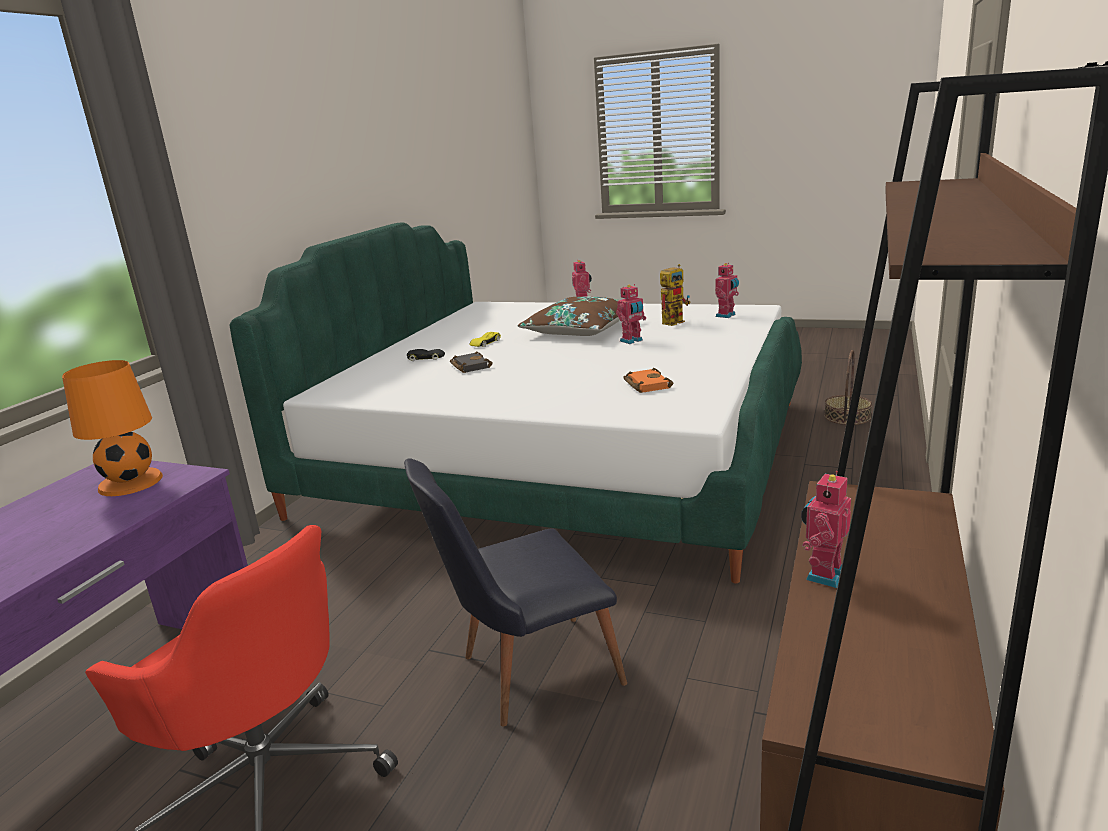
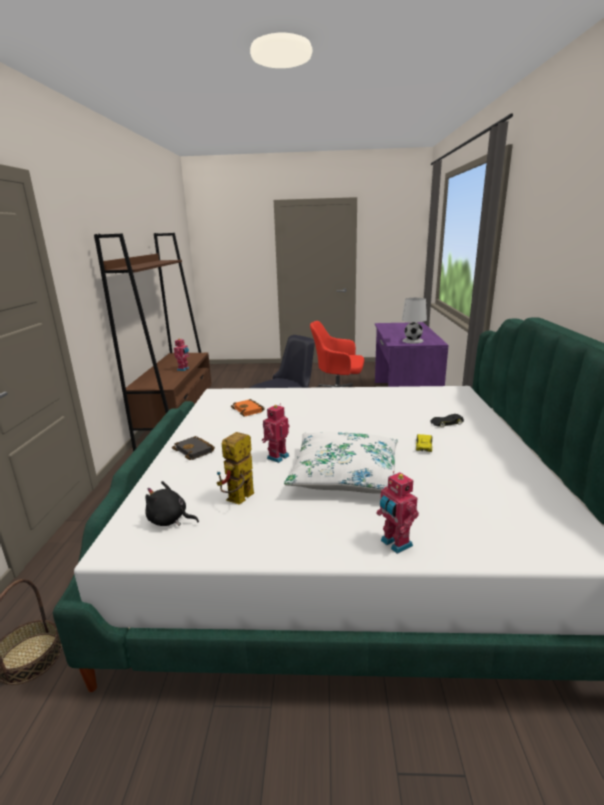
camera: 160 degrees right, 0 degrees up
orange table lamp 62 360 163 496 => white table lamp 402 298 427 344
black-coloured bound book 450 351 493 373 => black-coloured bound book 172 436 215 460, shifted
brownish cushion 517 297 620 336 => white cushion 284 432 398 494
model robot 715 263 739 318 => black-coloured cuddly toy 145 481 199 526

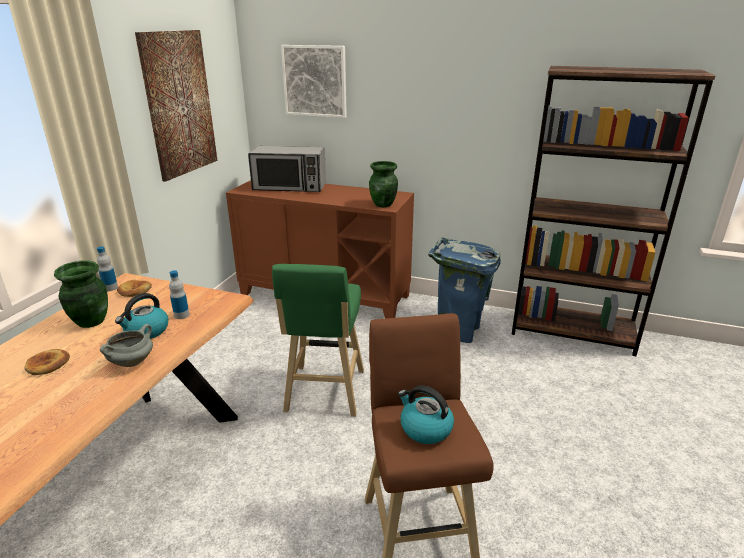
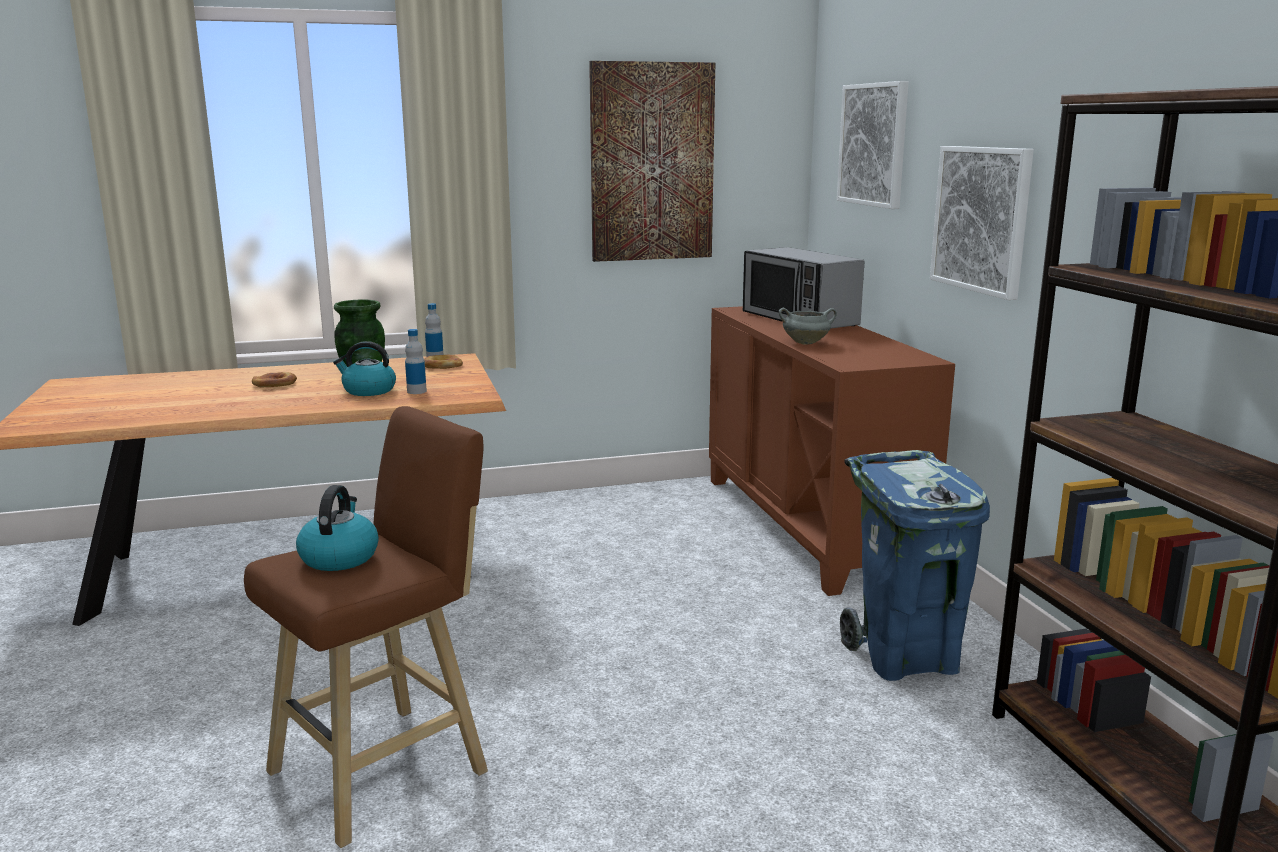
camera: 55 degrees right, 10 degrees down
grey cooking pot 100 324 153 367 => grey cooking pot 779 308 837 345, shifted
greenish stool 272 264 364 417 => nothing
greenish decorative vase 369 161 398 207 => nothing
nothing => wall picture 930 146 1034 300

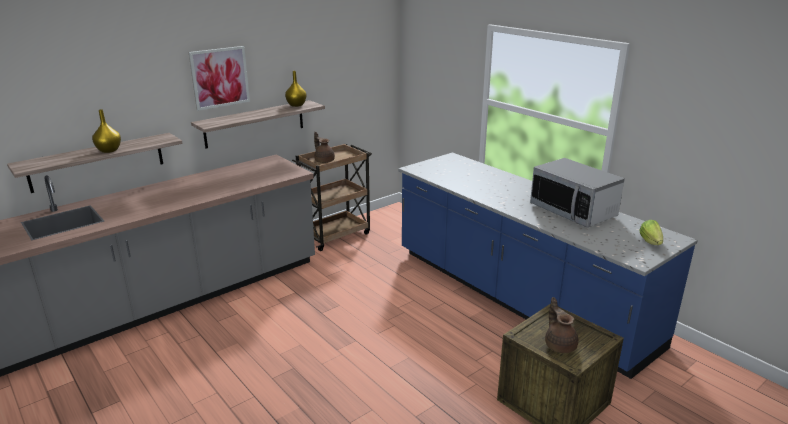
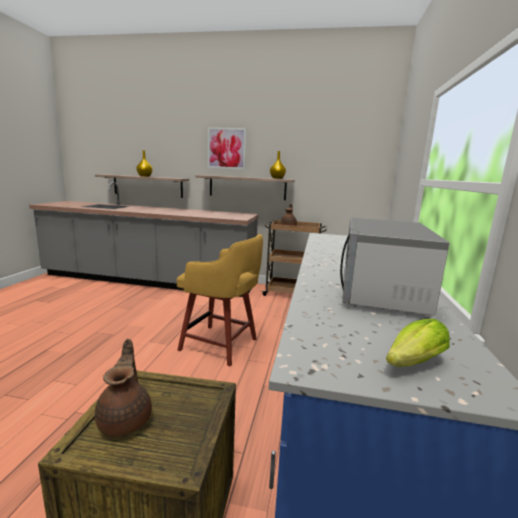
camera: 50 degrees right, 10 degrees down
brownish pot for tea 545 297 578 353 => brownish pot for tea 95 339 152 437, 45 degrees counterclockwise
nothing => yellow-coloured stool 177 234 263 366

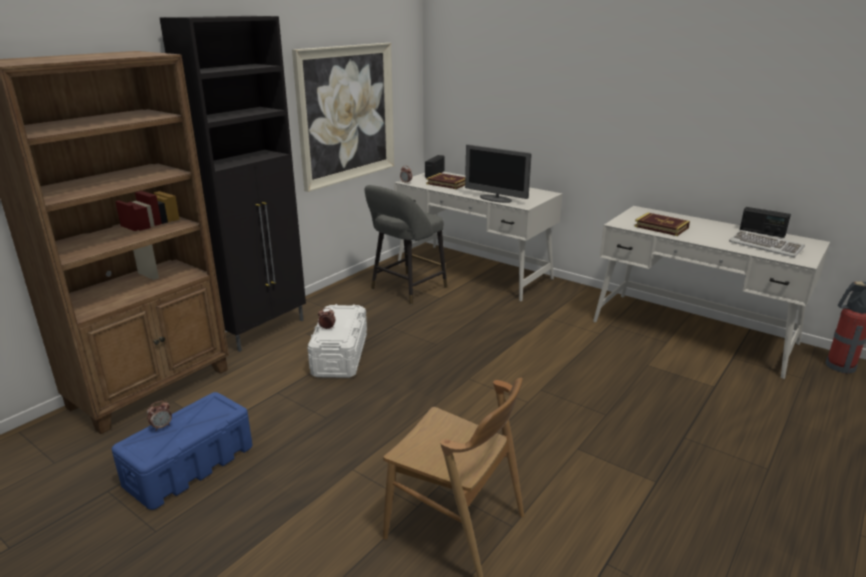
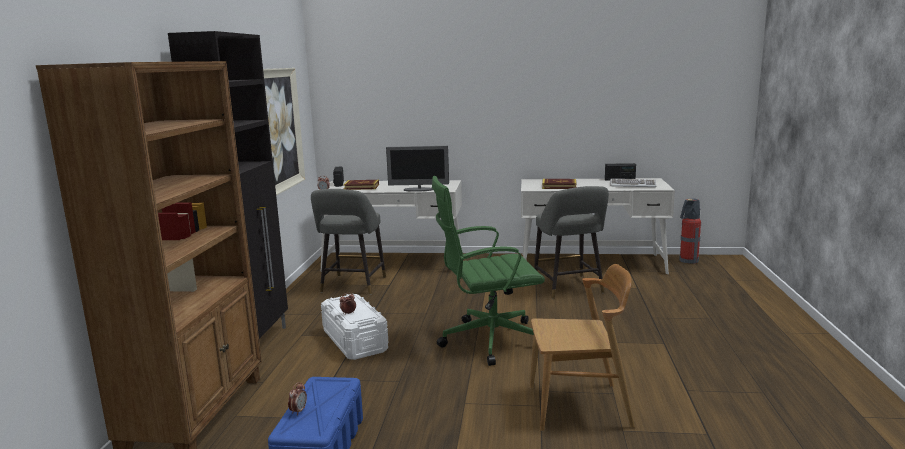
camera: 30 degrees left, 10 degrees down
nothing => greenish desk chair 432 176 545 366
nothing => grey stool 534 186 609 299

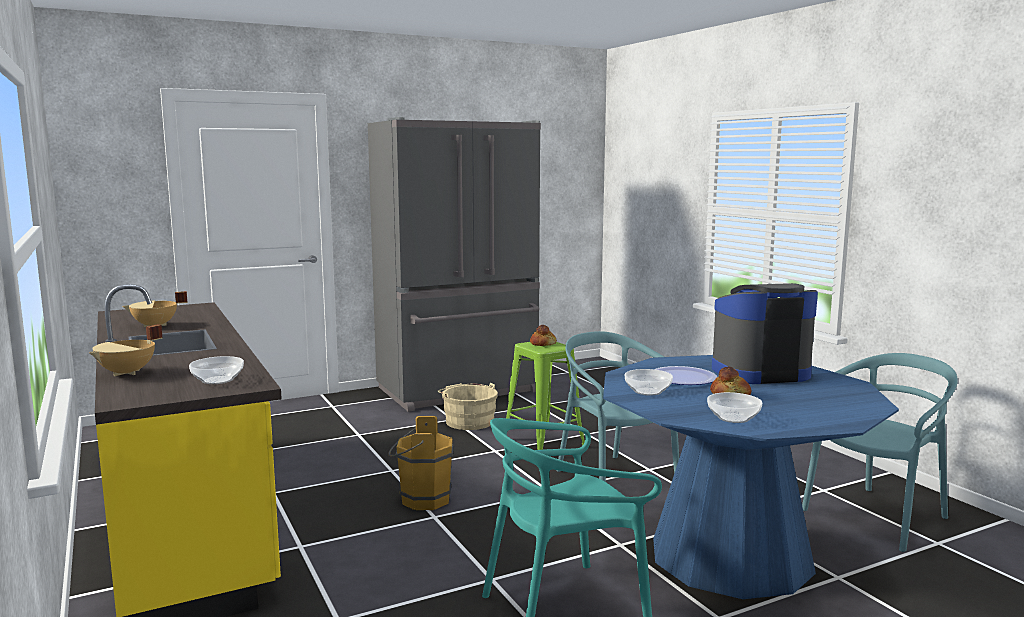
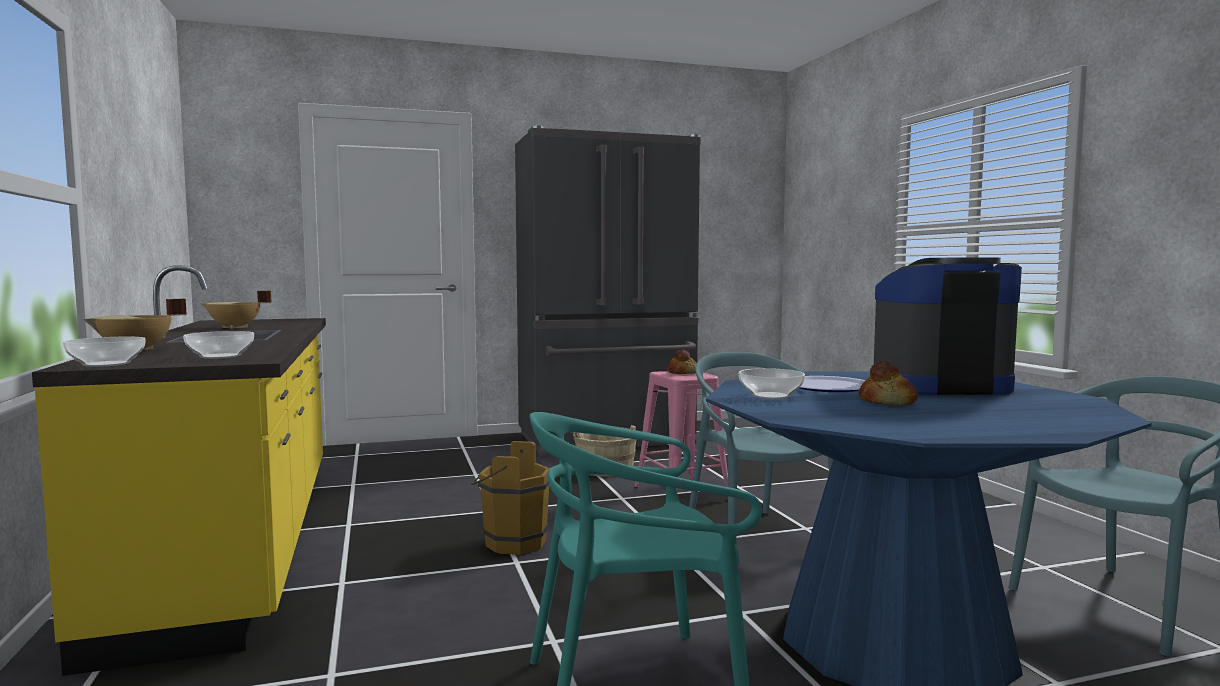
camera: 10 degrees right, 5 degrees down
greenish stool 506 342 585 450 => pinkish stool 634 371 728 490
deep dish 707 392 762 423 => deep dish 63 337 145 367, shifted

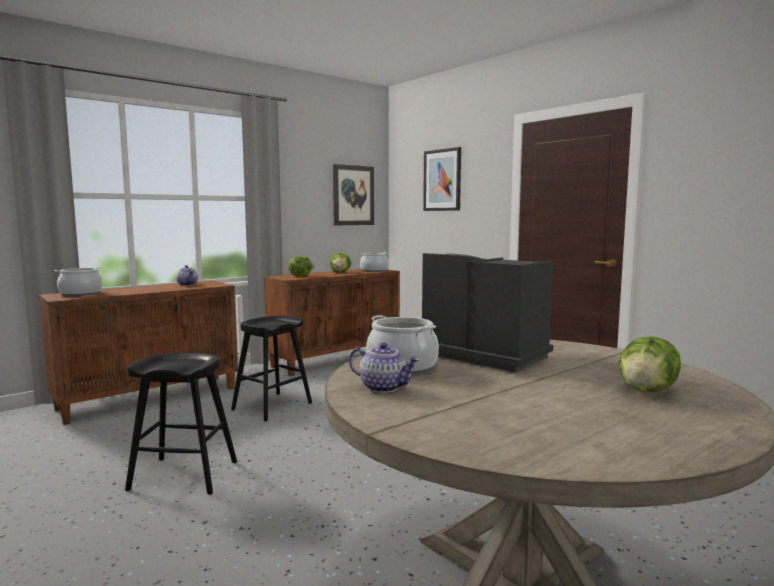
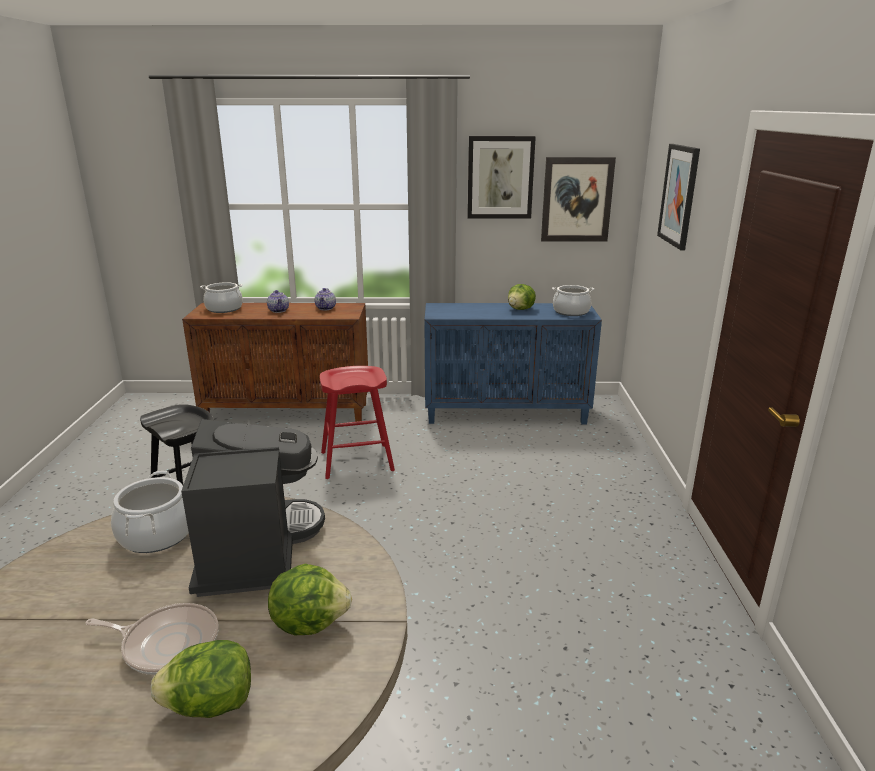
camera: 40 degrees right, 15 degrees up
black-coloured stool 231 316 312 422 => red-coloured stool 320 366 395 479
brownish cabinet 264 269 400 376 => bluish cabinet 424 303 602 424
lettuce 288 256 314 277 => lettuce 268 564 352 635, shifted
pot for tea 349 342 420 393 => pot for tea 267 290 289 313, shifted
nothing => skillet 85 603 219 675
nothing => wall picture 467 136 536 219

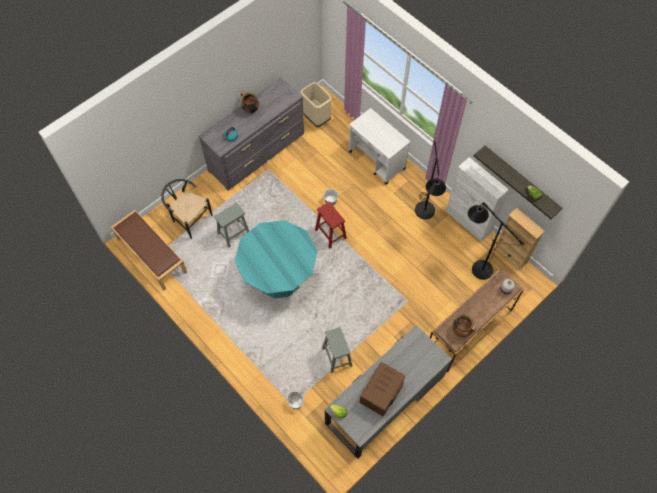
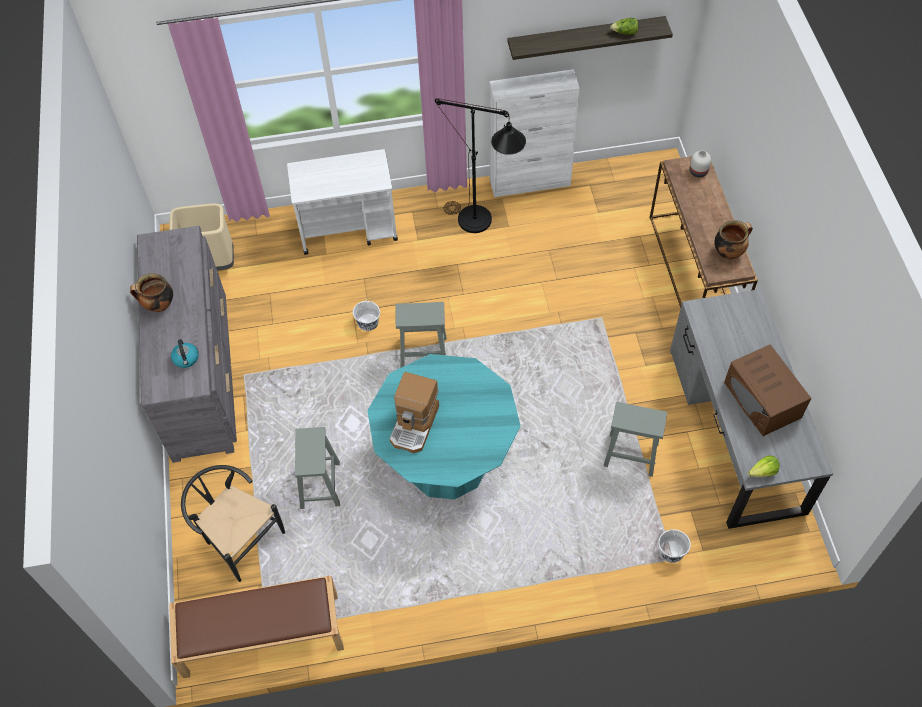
camera: 55 degrees left, 5 degrees down
black-coloured upright chair 161 179 213 239 => black-coloured upright chair 181 465 285 582, 60 degrees clockwise
red-coloured stool 315 202 347 248 => grey stool 396 302 446 367
black-coloured standard lamp 468 202 524 280 => nothing
sand-coloured bookshelf 495 208 545 270 => nothing
nothing => coffee machine 390 372 439 453

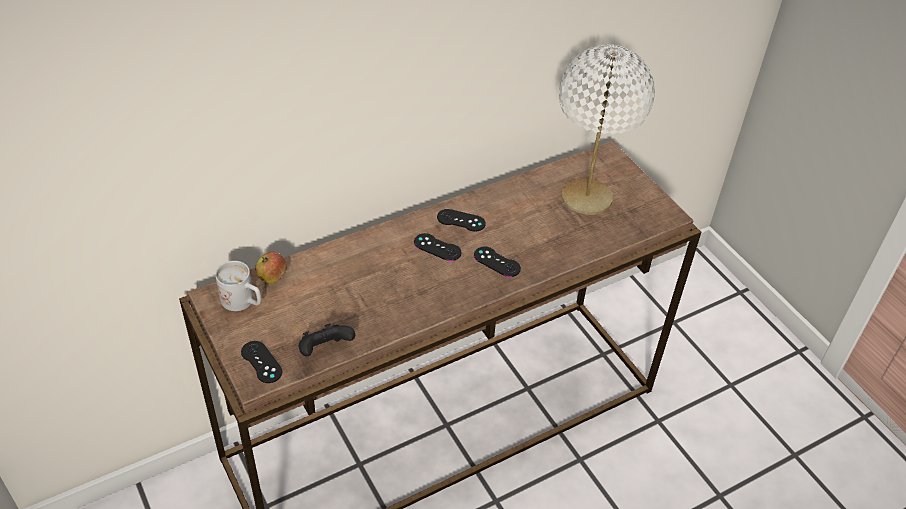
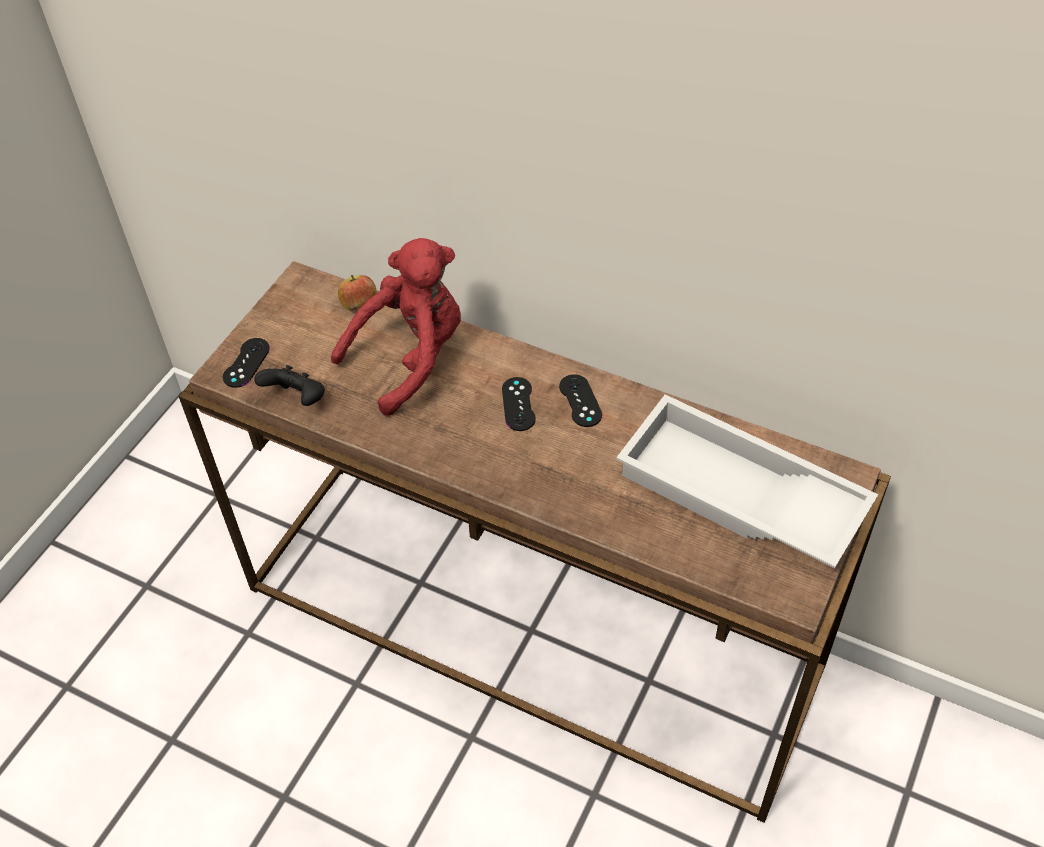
camera: 60 degrees right, 5 degrees up
white coffee mug 215 261 261 311 => nothing
black-coloured game controller 474 247 521 277 => nothing
white table lamp 559 44 655 214 => white carrying tray 616 394 878 568
nothing => red-coloured cuddly toy 331 238 461 416

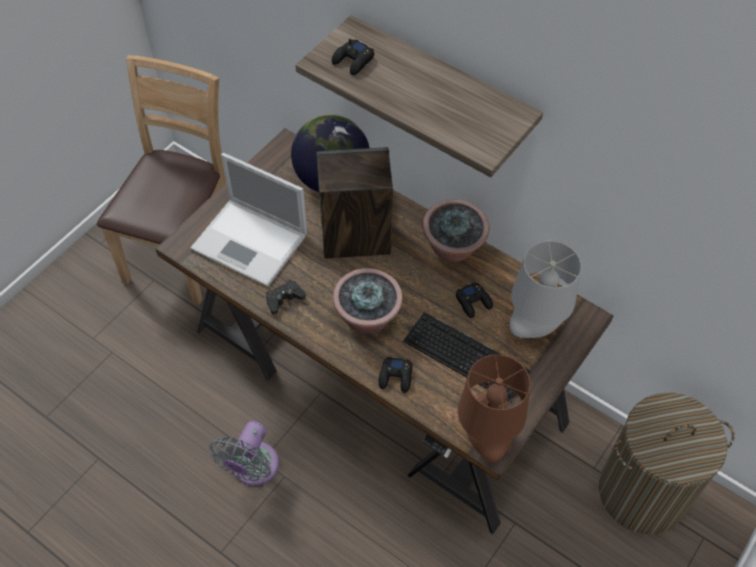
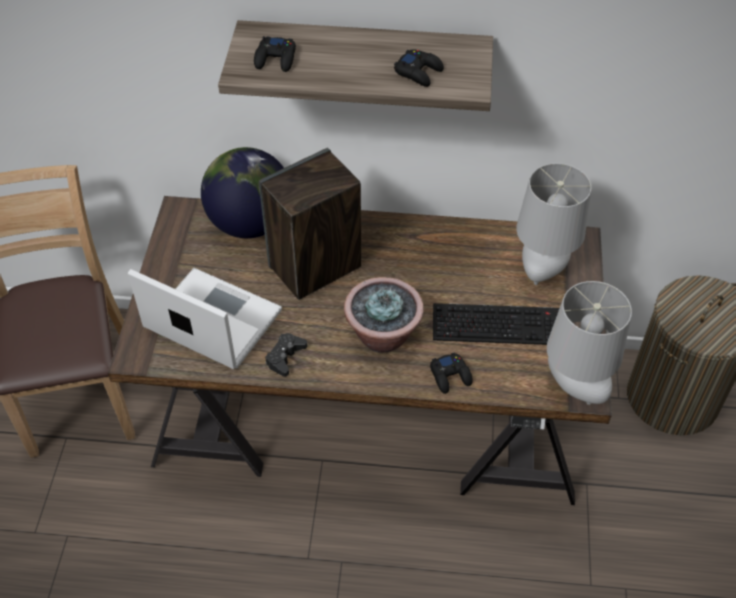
camera: 30 degrees left, 5 degrees down
notebook computer 190 153 307 287 => notebook computer 128 268 282 369, 150 degrees counterclockwise
grey cooling fan 210 421 279 486 => nothing
potted plant 423 199 489 263 => nothing
black-coloured game controller 456 282 493 318 => black-coloured game controller 394 49 444 87, shifted
brownish table lamp 458 354 531 462 => grey table lamp 547 281 632 405

